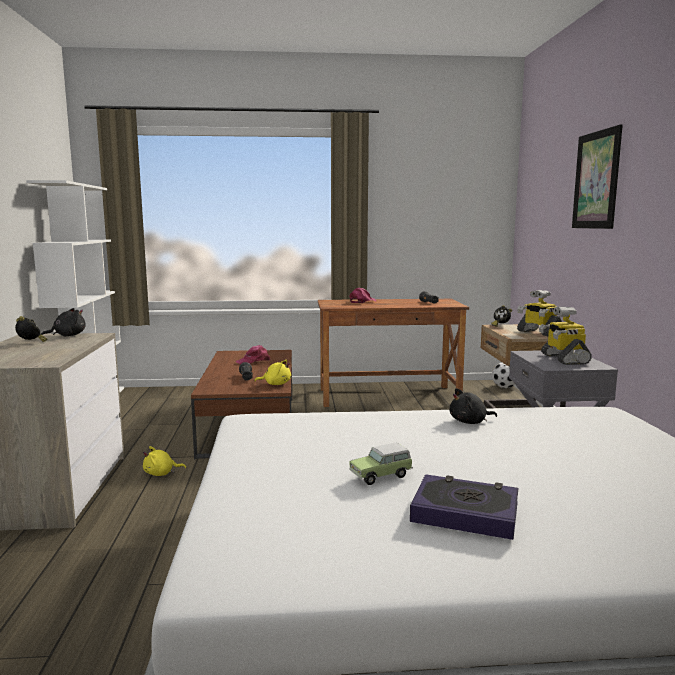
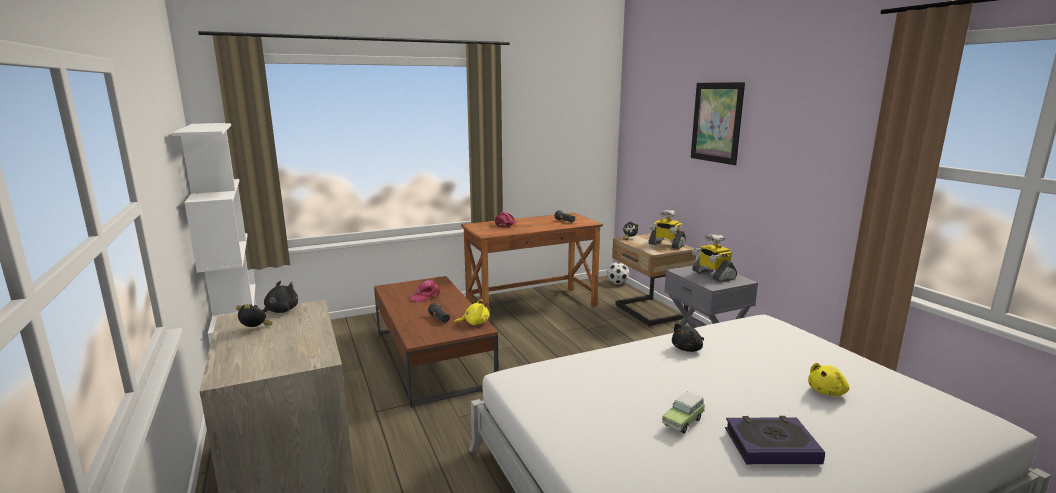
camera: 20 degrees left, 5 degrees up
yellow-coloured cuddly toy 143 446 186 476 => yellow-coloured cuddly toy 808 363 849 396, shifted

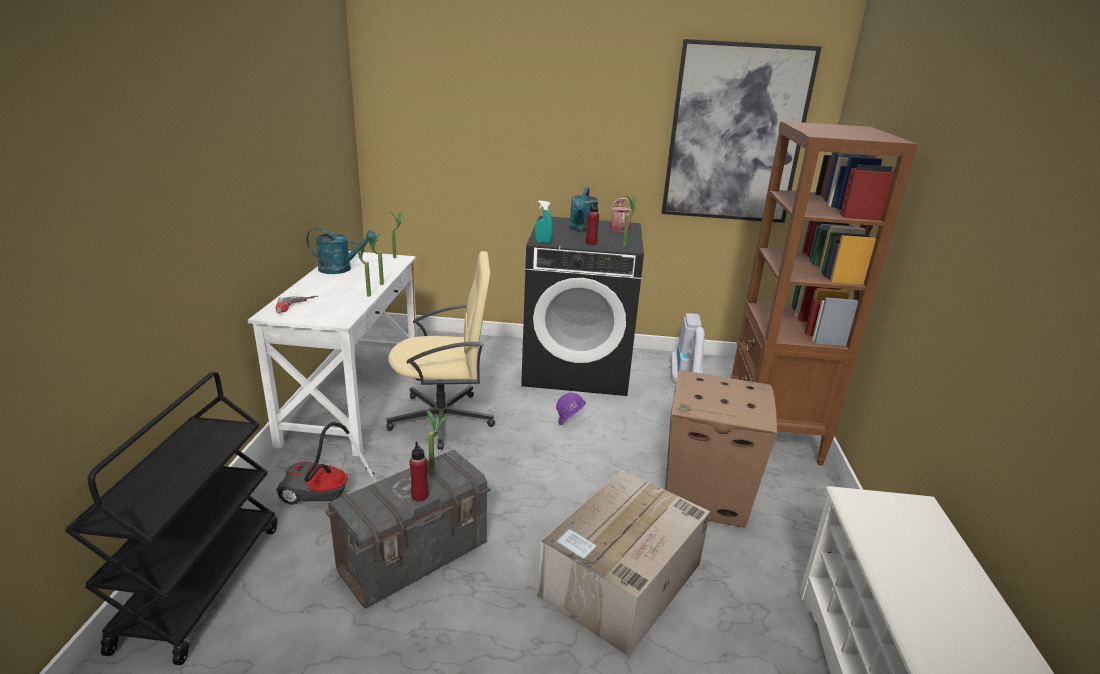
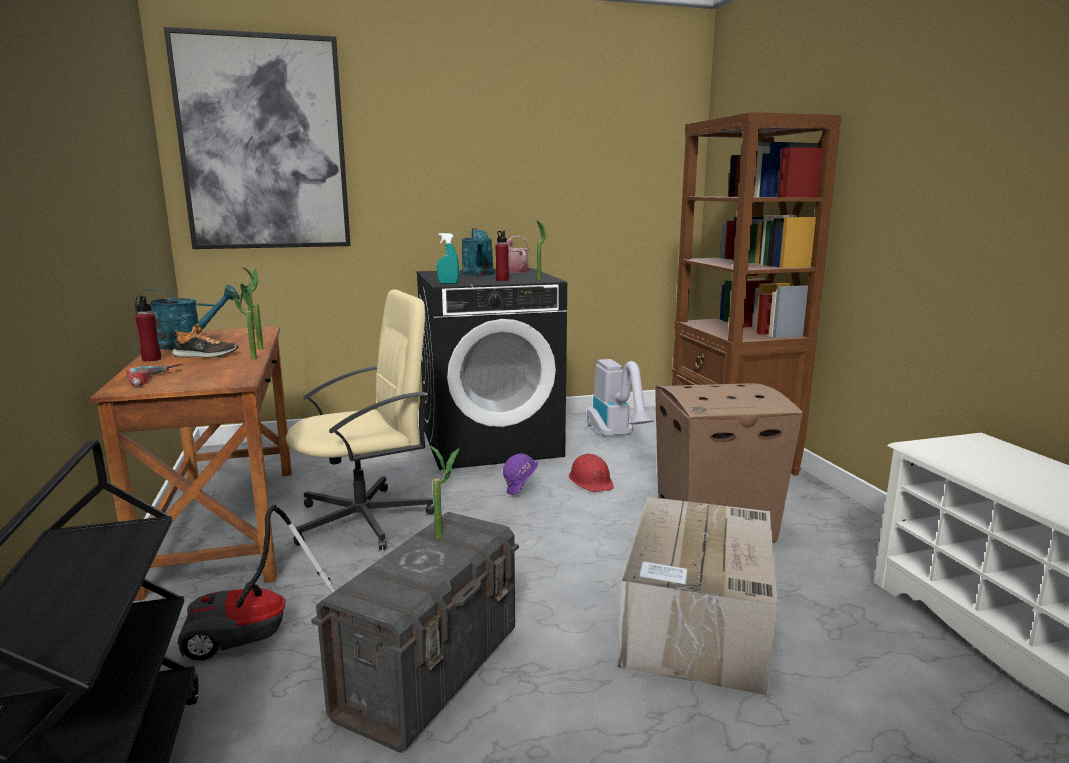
camera: 20 degrees left, 10 degrees down
white desk 248 251 417 456 => brownish desk 90 326 292 601
red-coloured bottle 410 442 428 501 => red-coloured bottle 135 296 161 362, shifted
wall picture 661 39 822 223 => wall picture 164 27 351 249, shifted
nothing => item of footwear 172 324 238 357
nothing => red-coloured hard hat 569 454 614 492

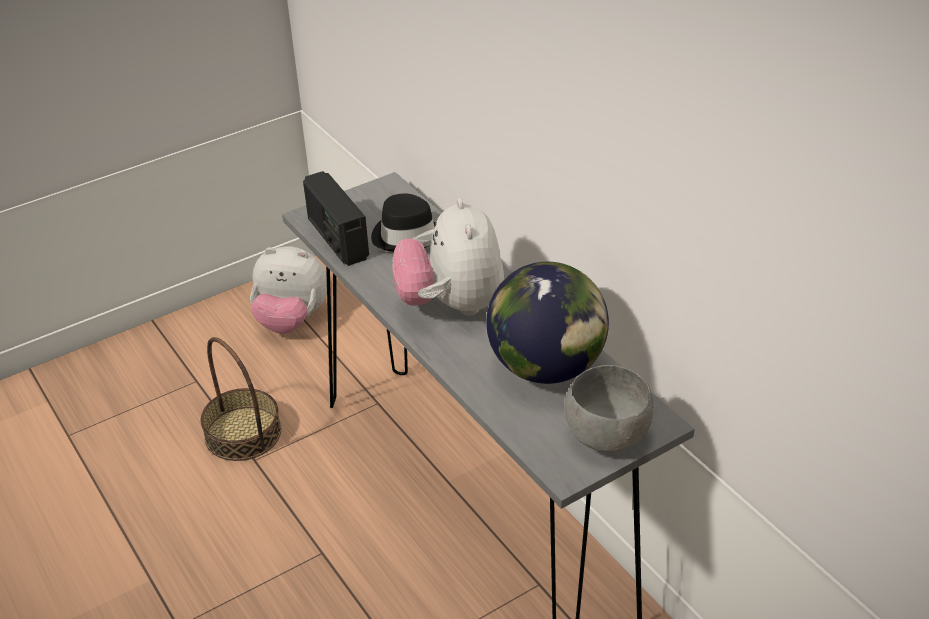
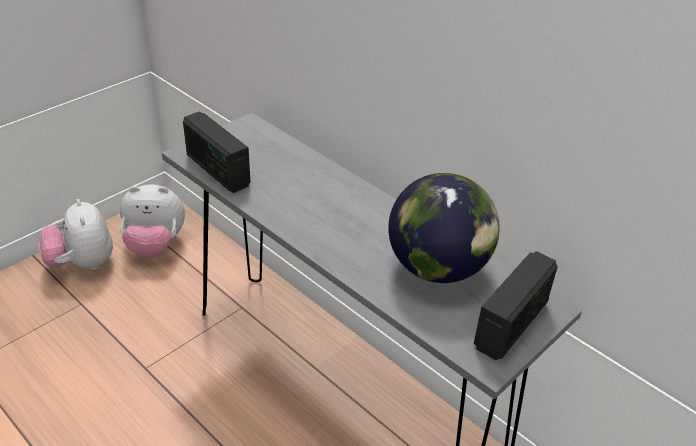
camera: 15 degrees left, 0 degrees up
household basket 200 337 281 461 => nothing
black-coloured wearable hat 371 193 435 252 => nothing
cuddly toy 392 198 504 316 => cuddly toy 39 199 113 270, shifted
grey deep dish 564 365 653 453 => radio set 474 251 558 360

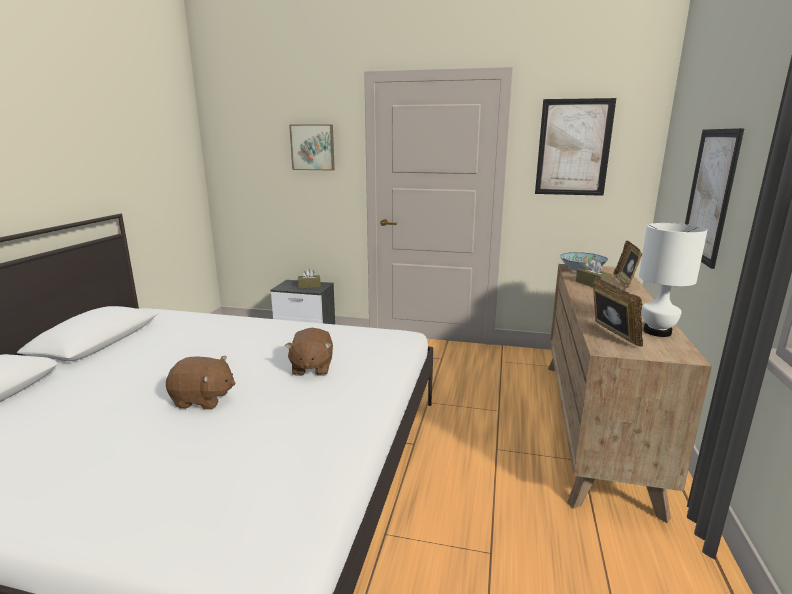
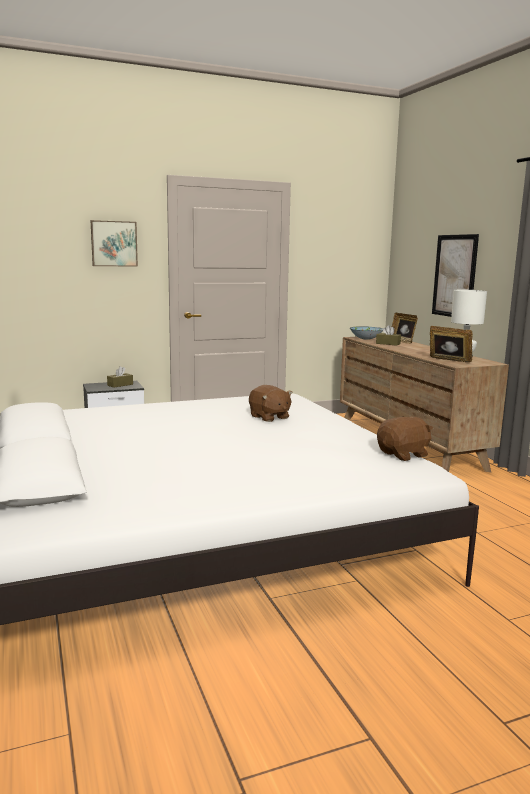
camera: 35 degrees left, 5 degrees down
brownish cuddly toy 166 356 236 410 => brownish cuddly toy 377 416 433 461, shifted
wall picture 535 98 616 196 => nothing

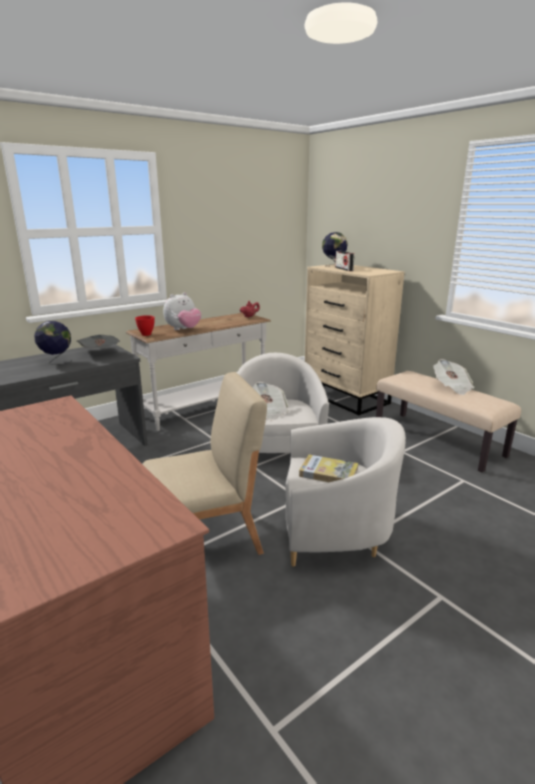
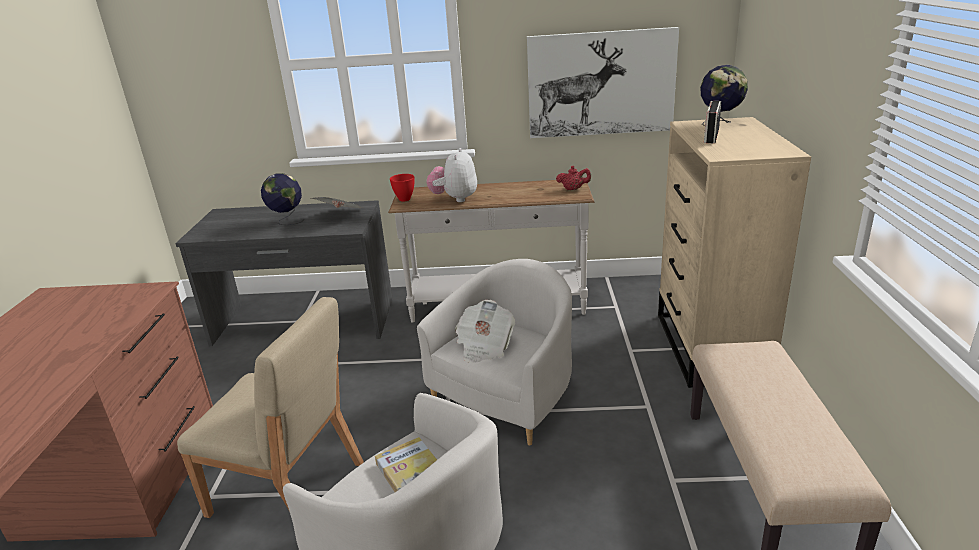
camera: 40 degrees right, 5 degrees up
cuddly toy 163 292 201 330 => cuddly toy 426 148 477 202, 105 degrees clockwise
newspaper 433 359 475 395 => nothing
nothing => wall picture 527 27 679 138

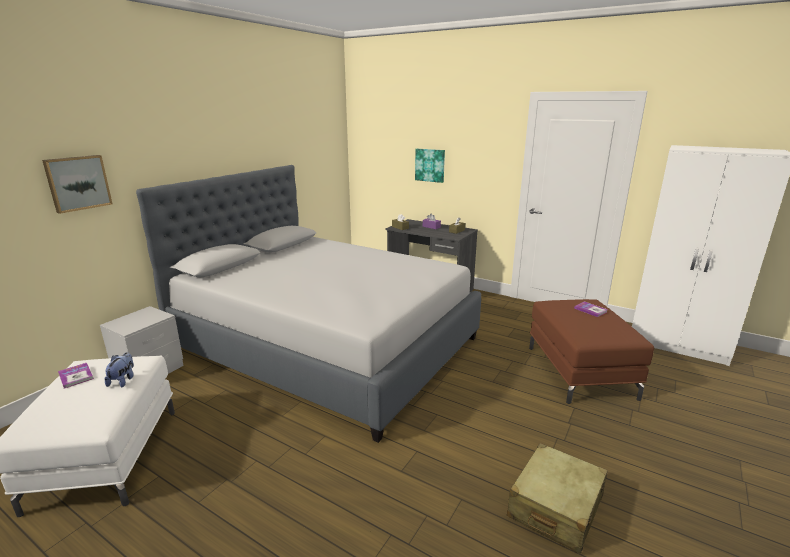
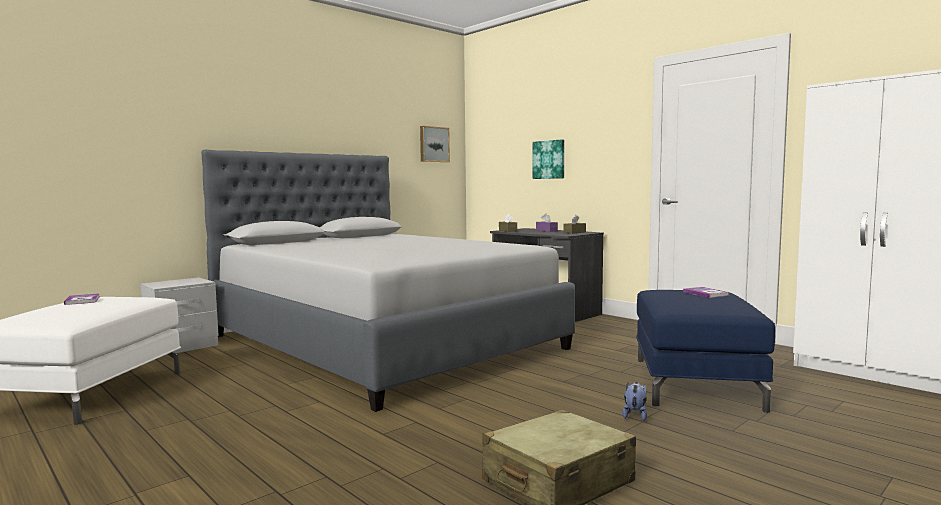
camera: 15 degrees right, 15 degrees down
wall picture 42 155 113 214 => wall picture 420 126 450 162, shifted
cuddly toy 104 352 134 387 => cuddly toy 622 382 647 421, shifted
brownish footrest 529 299 654 404 => bluish footrest 636 290 775 413

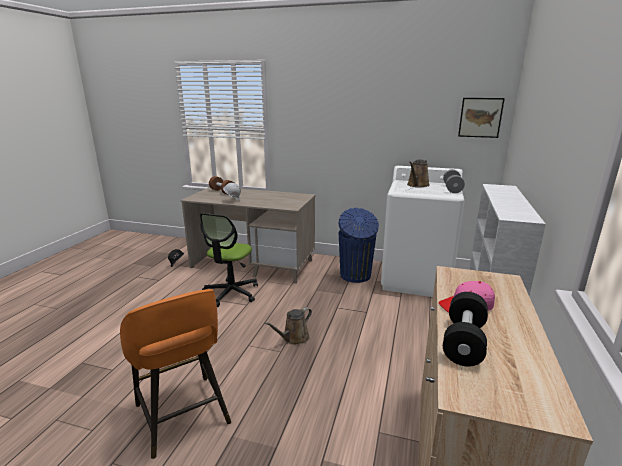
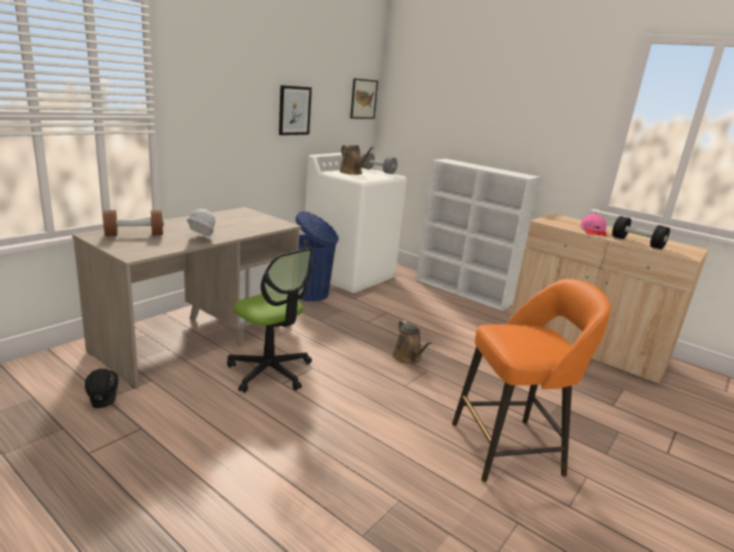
camera: 70 degrees left, 0 degrees up
nothing => wall picture 279 85 312 135

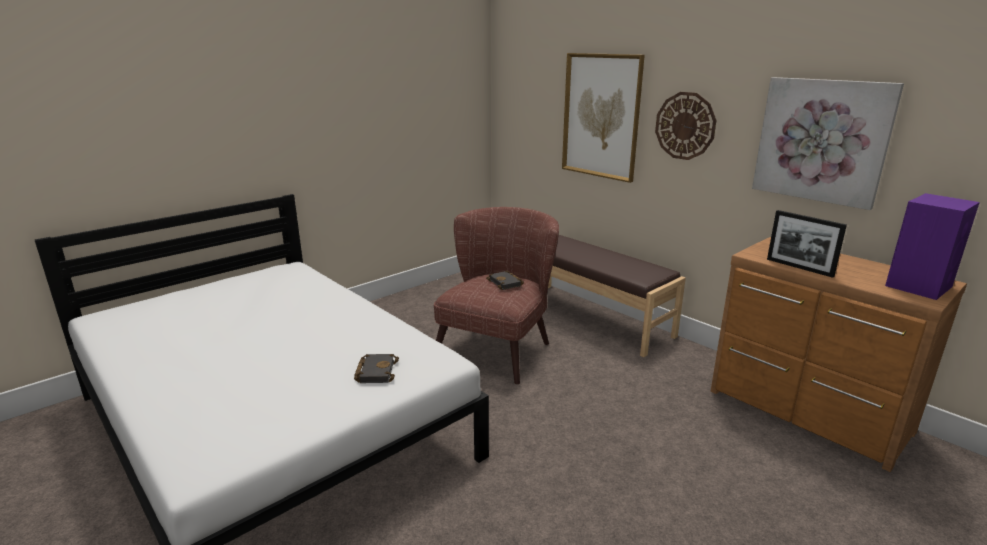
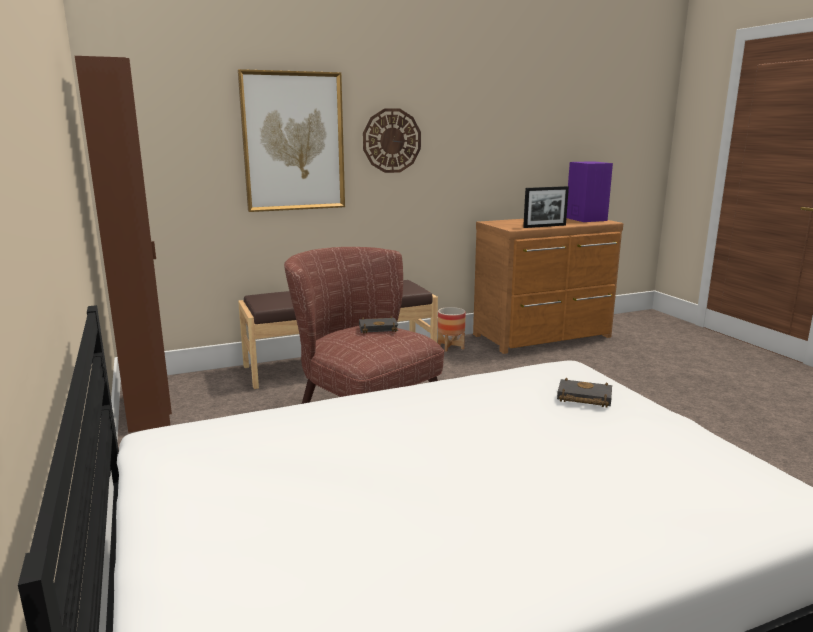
camera: 70 degrees left, 5 degrees down
wall picture 752 77 904 210 => nothing
nothing => brownish armoire 75 56 172 433
nothing => plant pot 438 307 466 352

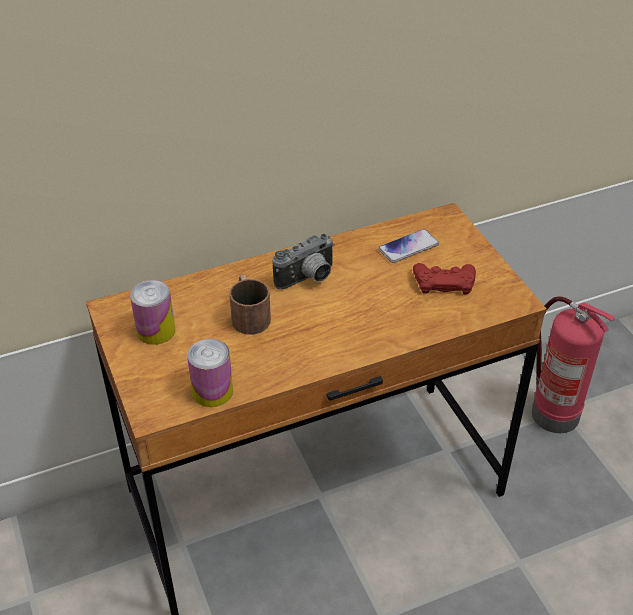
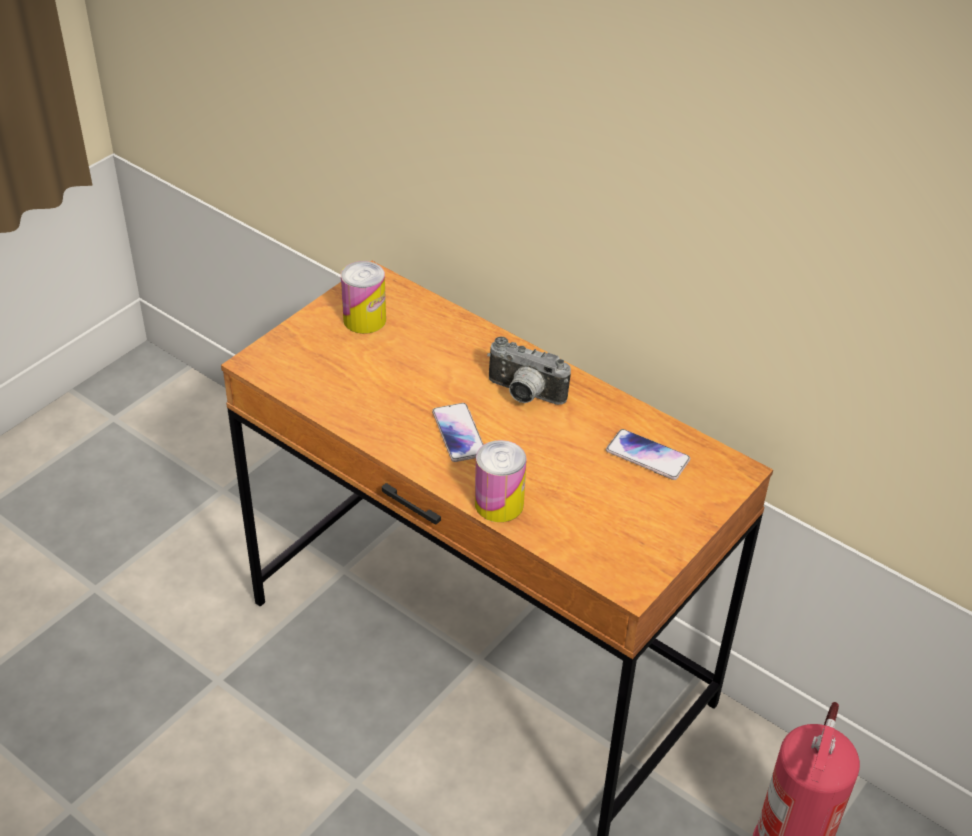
camera: 60 degrees right, 0 degrees up
can 187 339 233 407 => can 475 440 527 522, shifted
brownish coffee mug 229 274 271 335 => nothing
red-coloured game controller 413 263 476 295 => nothing
nothing => phone 432 403 484 462

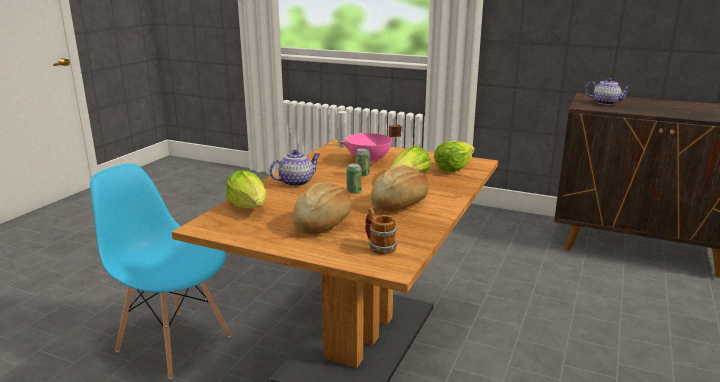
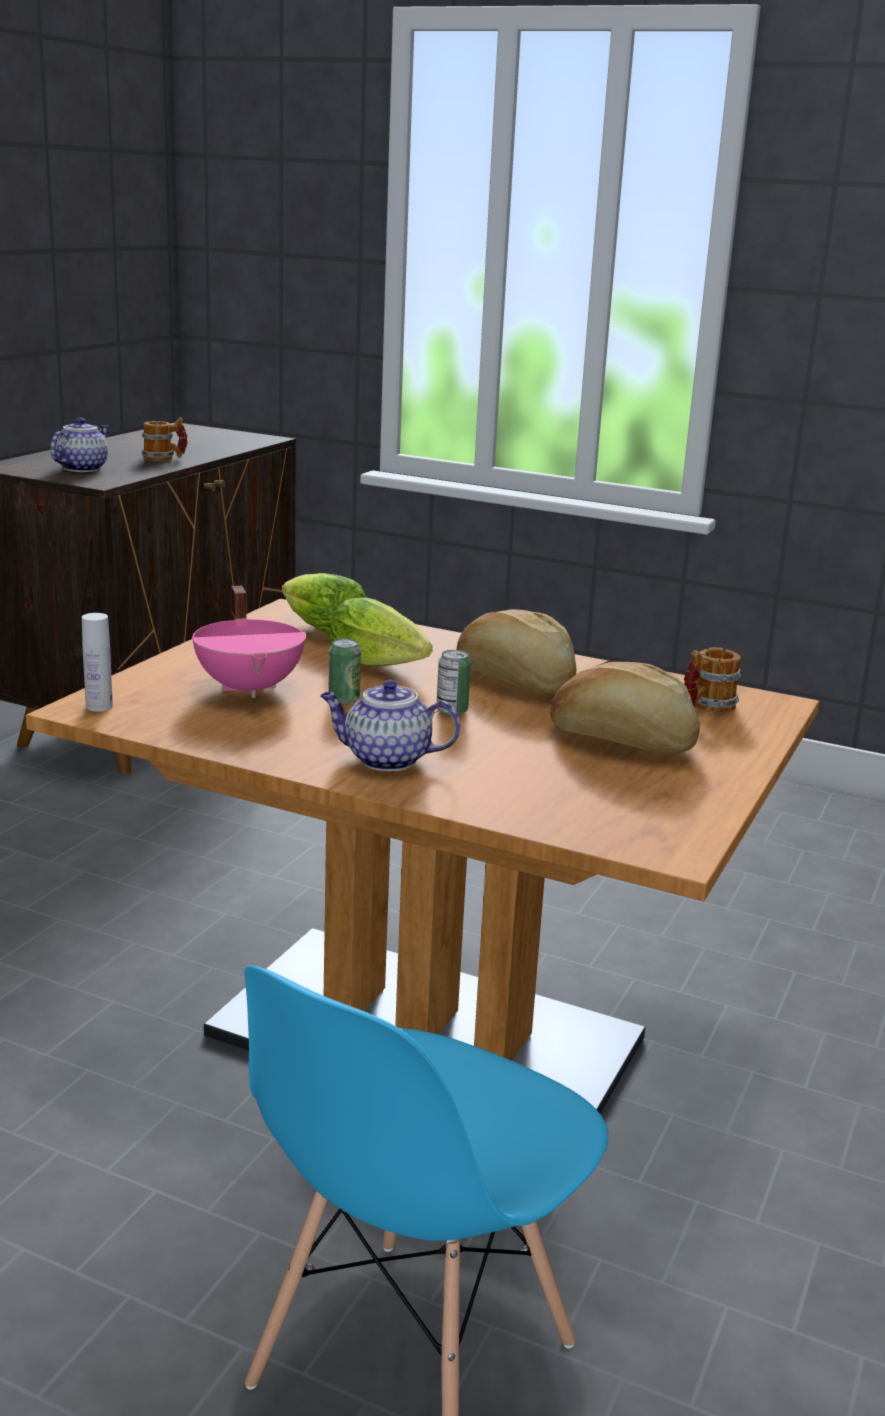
camera: 90 degrees left, 0 degrees up
lettuce 226 170 266 209 => nothing
pot for tea 269 150 320 186 => pot for tea 320 680 460 771, 45 degrees counterclockwise
nothing => coffee mug 142 417 188 461

